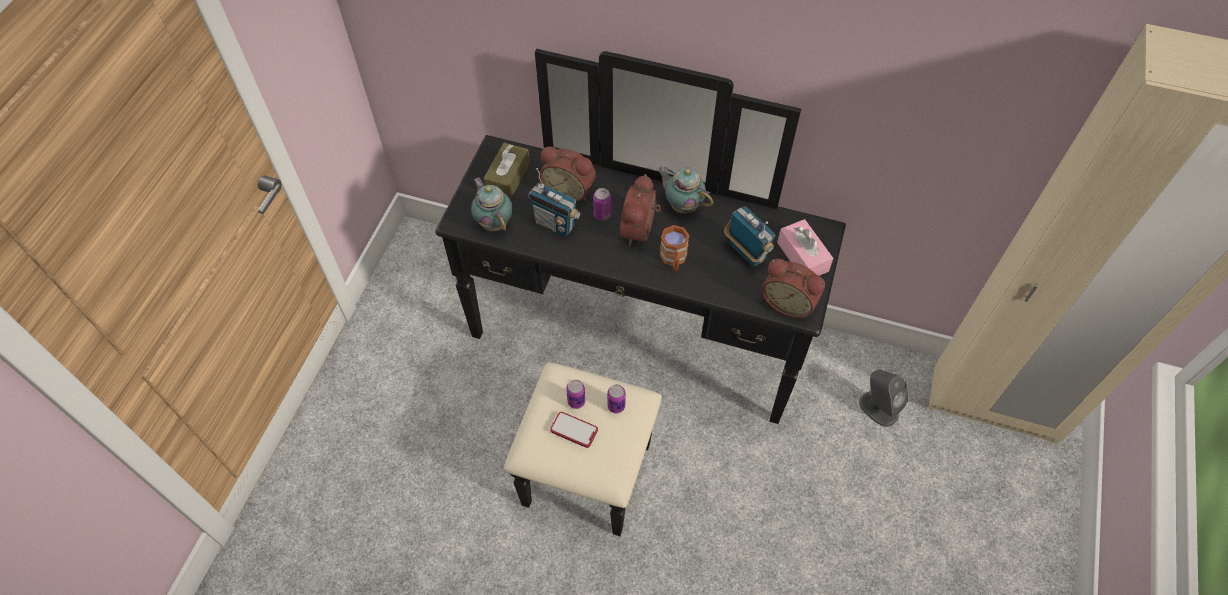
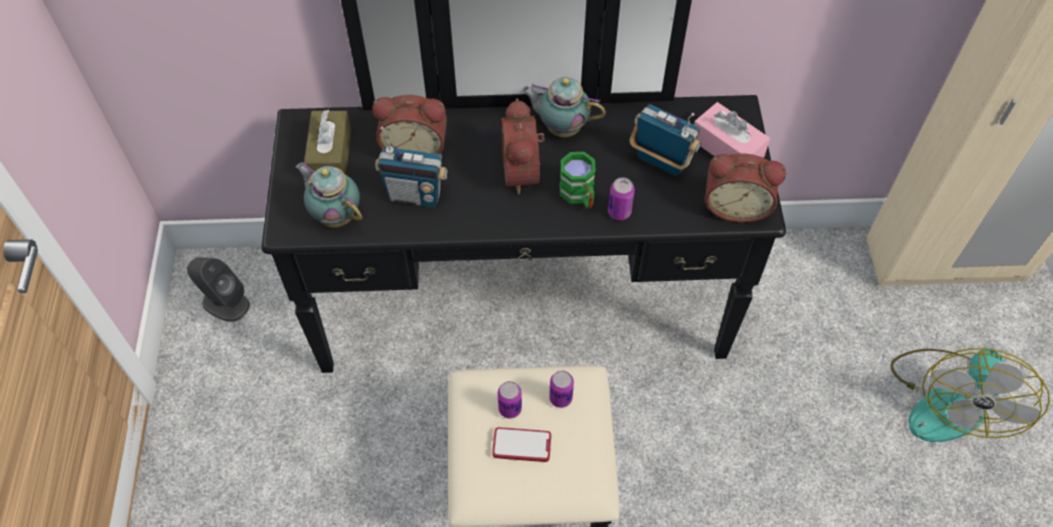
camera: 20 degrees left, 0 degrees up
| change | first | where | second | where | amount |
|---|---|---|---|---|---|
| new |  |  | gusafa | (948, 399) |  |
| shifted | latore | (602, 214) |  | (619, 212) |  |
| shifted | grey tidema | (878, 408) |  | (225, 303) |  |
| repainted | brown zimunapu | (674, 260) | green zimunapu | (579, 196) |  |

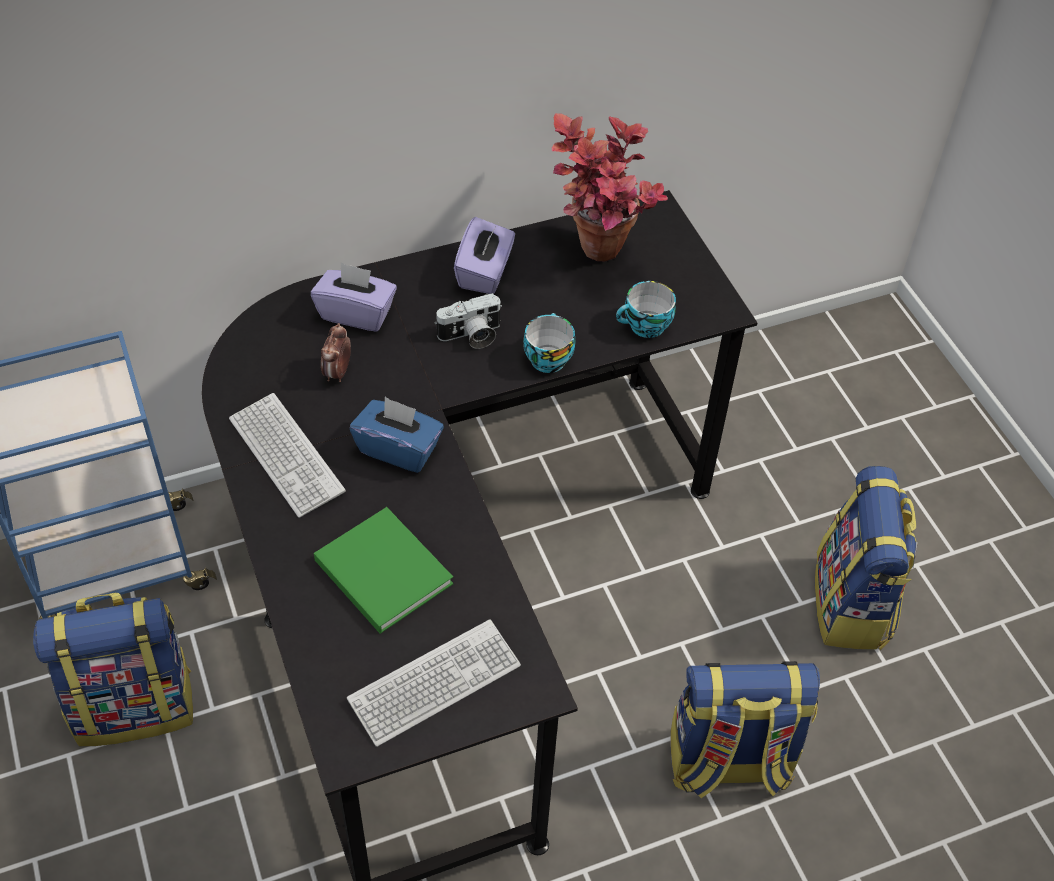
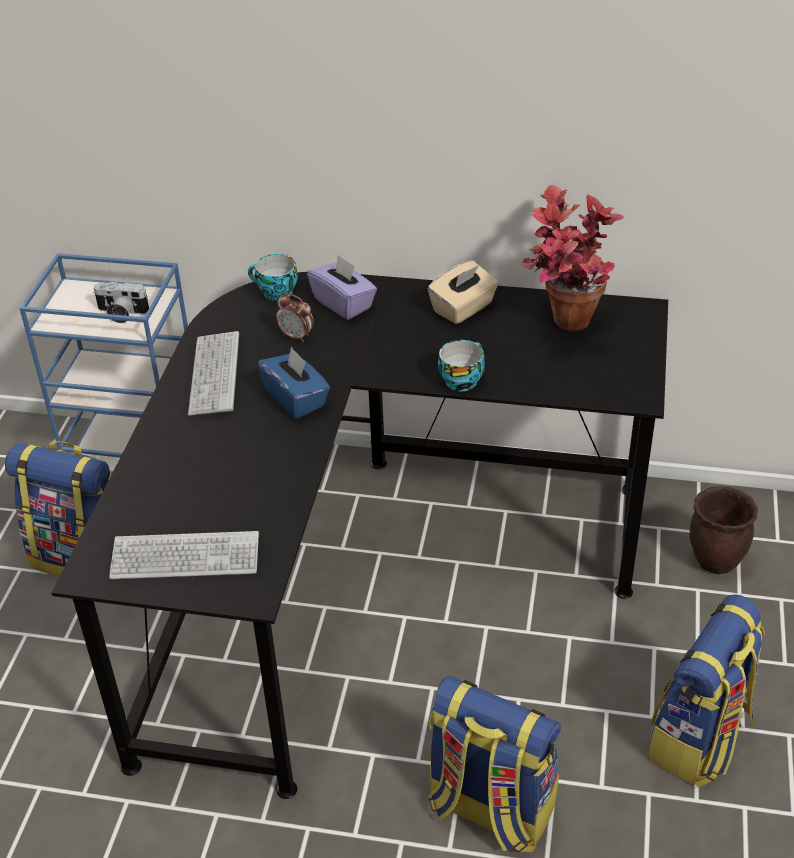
camera: 35 degrees right, 10 degrees down
| change | first | where | second | where | amount |
|---|---|---|---|---|---|
| gone | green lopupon | (381, 569) |  |  |  |
| new |  |  | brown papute | (716, 561) |  |
| shifted | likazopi | (471, 336) |  | (121, 313) |  |
| shifted | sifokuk | (645, 327) |  | (275, 293) |  |
| repainted | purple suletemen | (485, 273) | beige suletemen | (463, 308) |  |
| rotated | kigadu | (337, 373) |  | (296, 336) | 105 degrees counterclockwise |

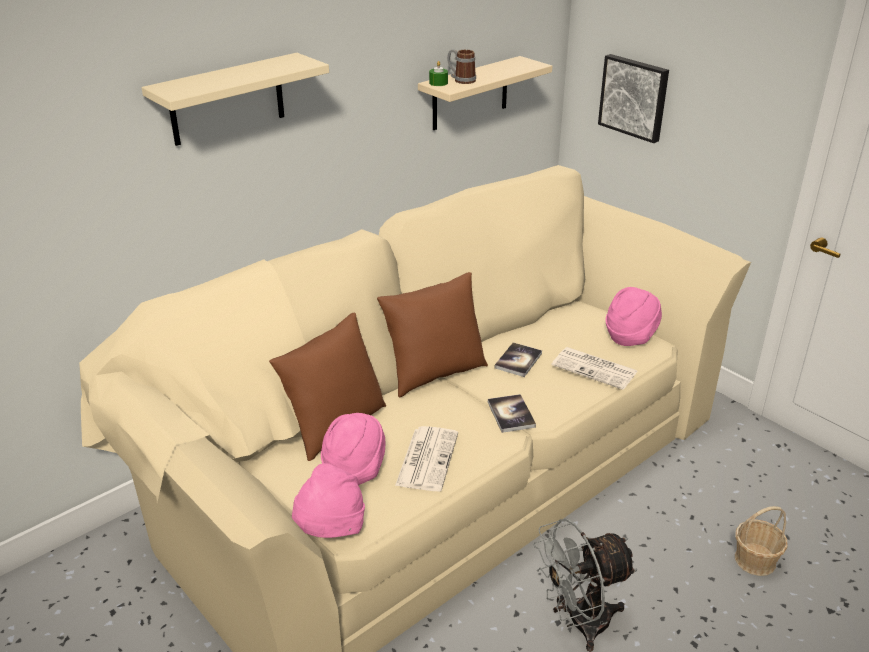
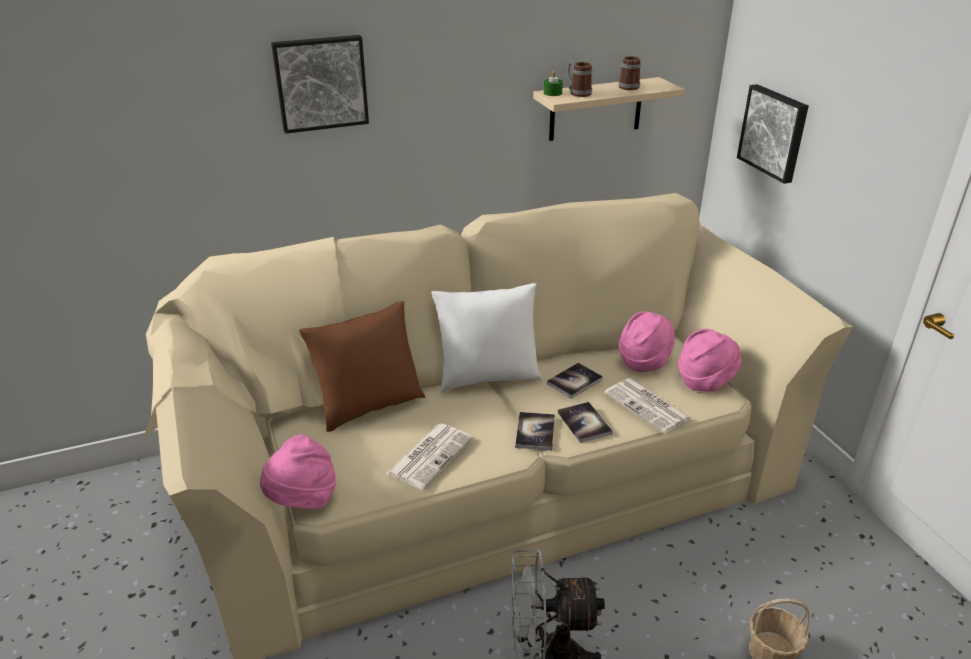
camera: 20 degrees right, 0 degrees up
| change | first | where | second | where | amount |
|---|---|---|---|---|---|
| new |  |  | lopupon | (584, 423) |  |
| new |  |  | zimunapu | (628, 86) |  |
| shifted | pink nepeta | (355, 469) |  | (644, 361) |  |
| swapped | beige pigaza | (227, 100) | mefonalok | (320, 83) |  |
| repainted | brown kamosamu | (434, 374) | white kamosamu | (487, 377) |  |

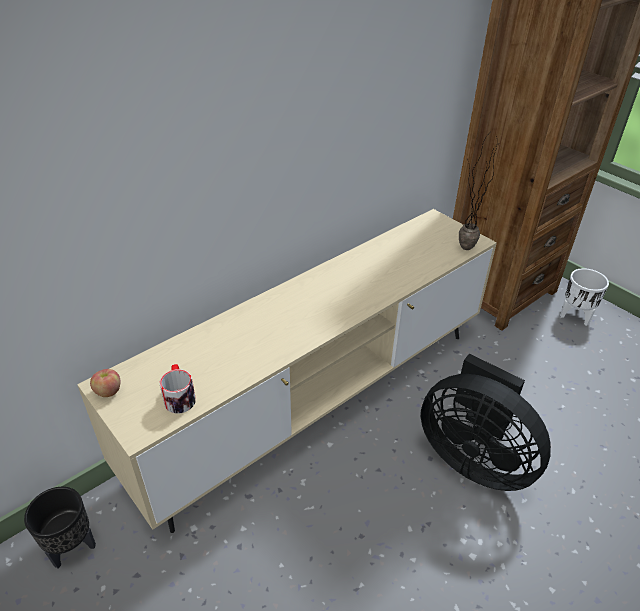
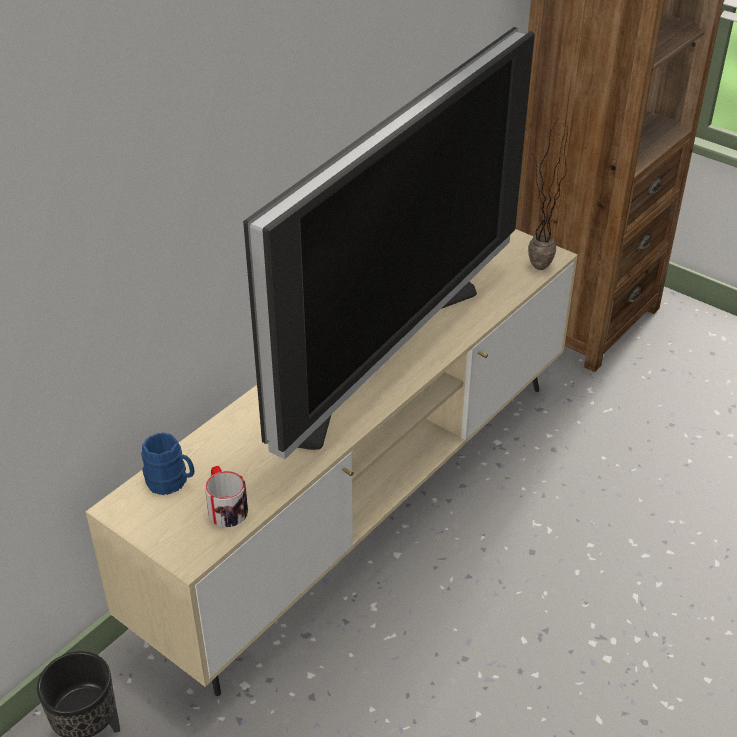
camera: 10 degrees left, 0 degrees up
| change | first | where | second | where | amount |
|---|---|---|---|---|---|
| gone | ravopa | (108, 391) |  |  |  |
| gone | black gusafa | (474, 458) |  |  |  |
| gone | white papute | (575, 316) |  |  |  |
| new |  |  | blue zimunapu | (171, 482) |  |
| new |  |  | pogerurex | (381, 355) |  |

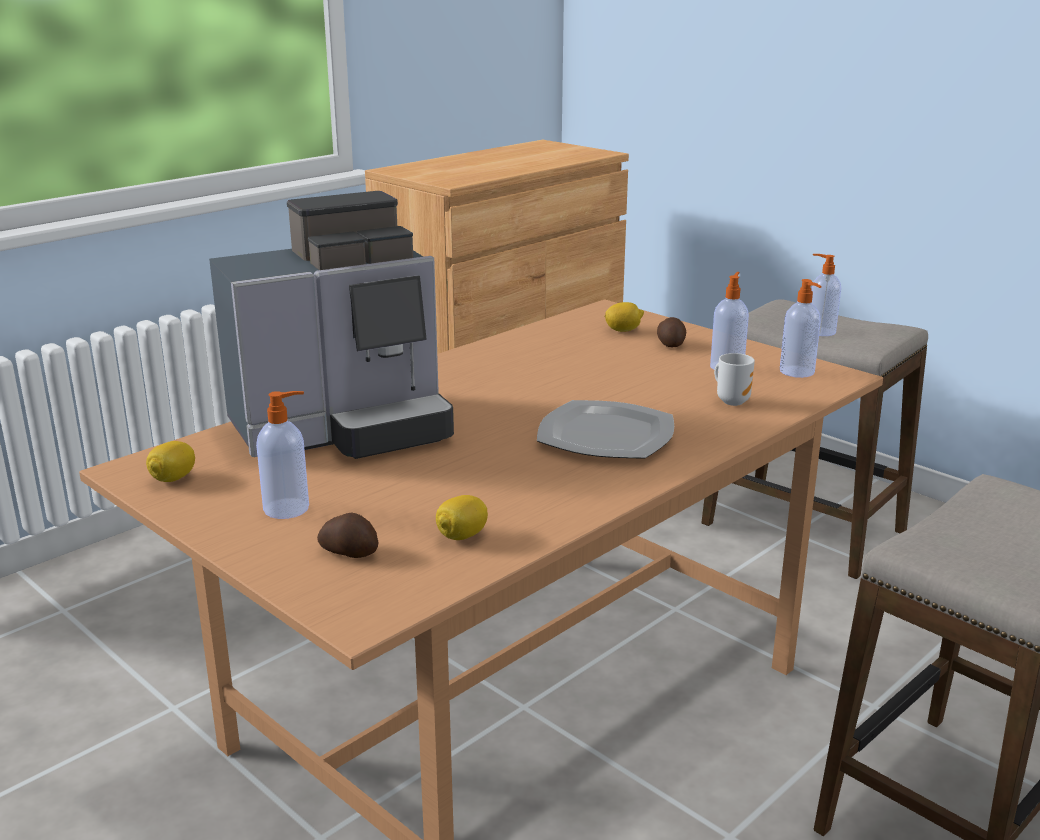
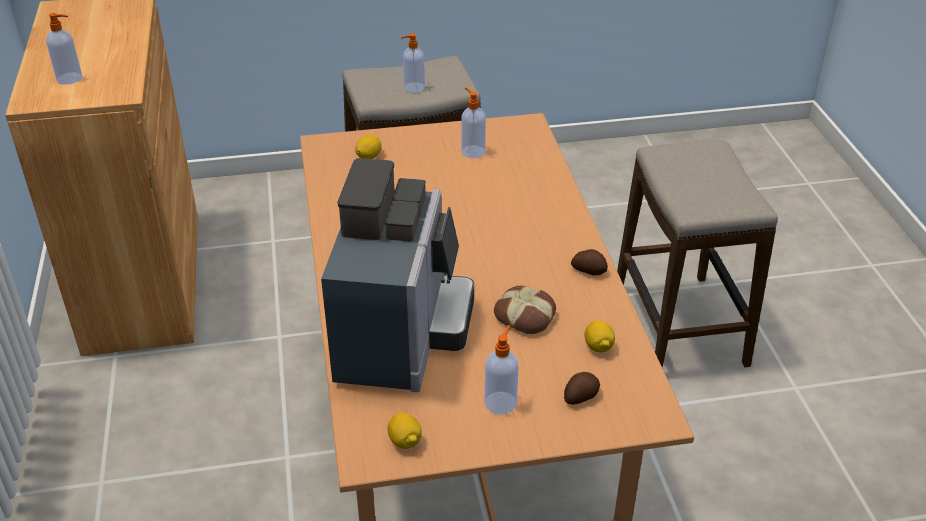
camera: 55 degrees left, 15 degrees up
| change | first | where | second | where | amount |
|---|---|---|---|---|---|
| gone | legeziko | (604, 435) |  |  |  |
| gone | zimunapu | (732, 401) |  |  |  |
| new |  |  | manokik | (526, 315) |  |
| shifted | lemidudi | (670, 344) |  | (589, 270) |  |
| shifted | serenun | (797, 372) |  | (70, 78) |  |

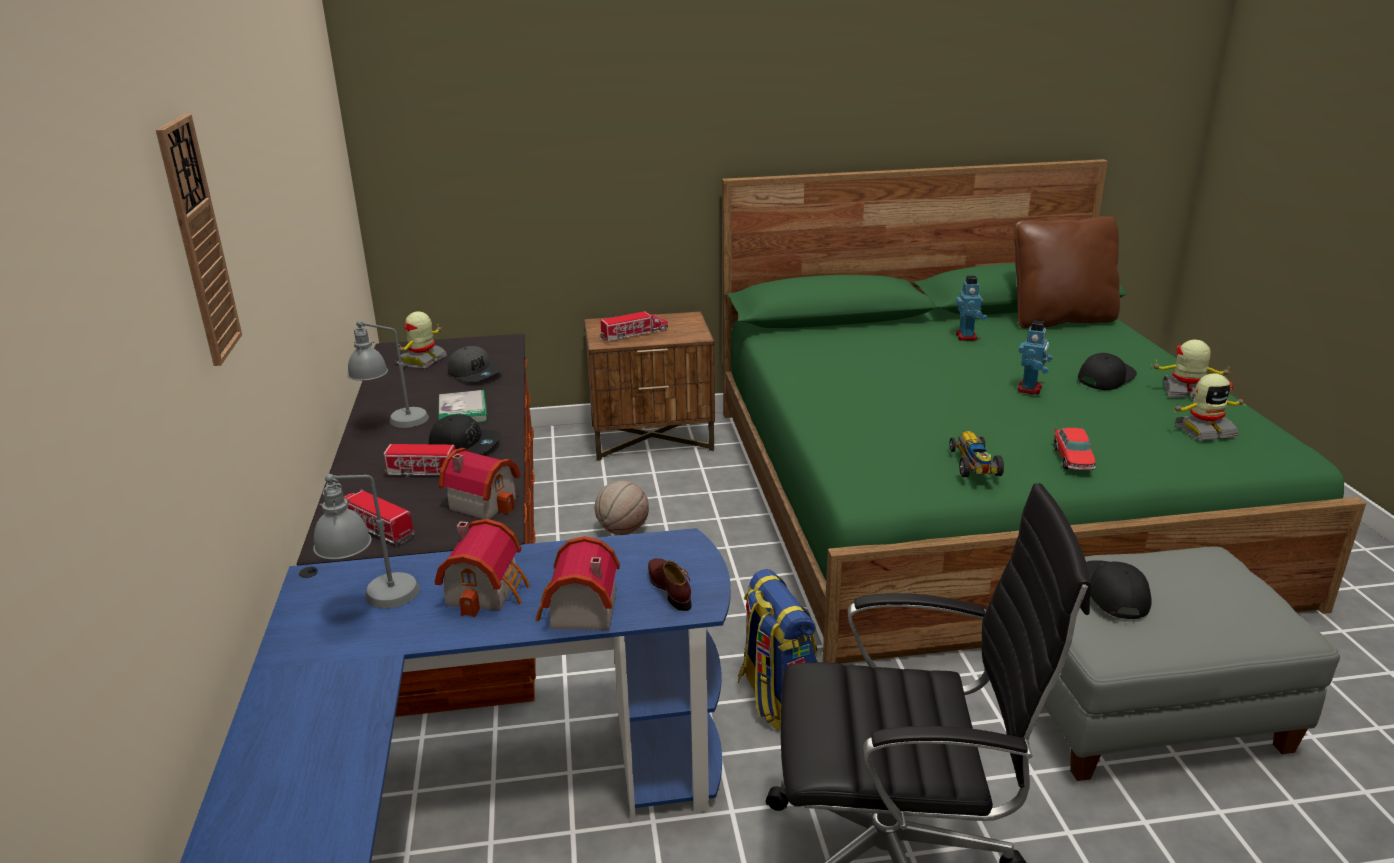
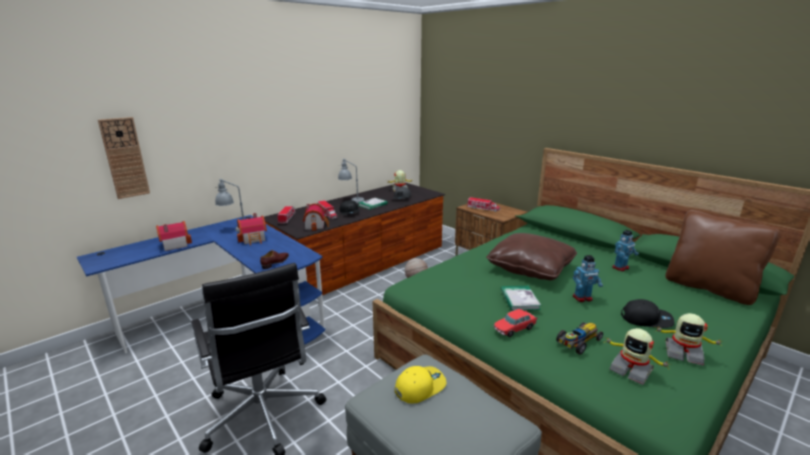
camera: 55 degrees right, 5 degrees down
| change | first | where | second | where | amount |
|---|---|---|---|---|---|
| gone | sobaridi | (776, 698) |  |  |  |
| new |  |  | brown kamosamu | (530, 268) |  |
| new |  |  | lopupon | (519, 299) |  |
| shifted | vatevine | (198, 241) |  | (124, 158) |  |
| shifted | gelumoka | (578, 613) |  | (174, 244) |  |
| shifted | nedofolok | (974, 465) |  | (578, 342) |  |
| repainted | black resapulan | (1112, 593) | yellow resapulan | (420, 386) |  |
| rotated | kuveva | (1185, 392) |  | (683, 353) | 135 degrees clockwise |

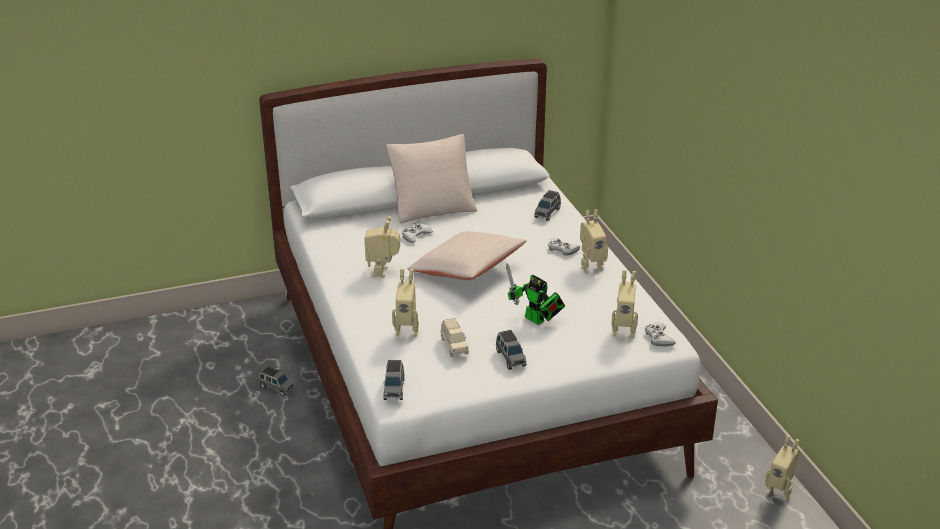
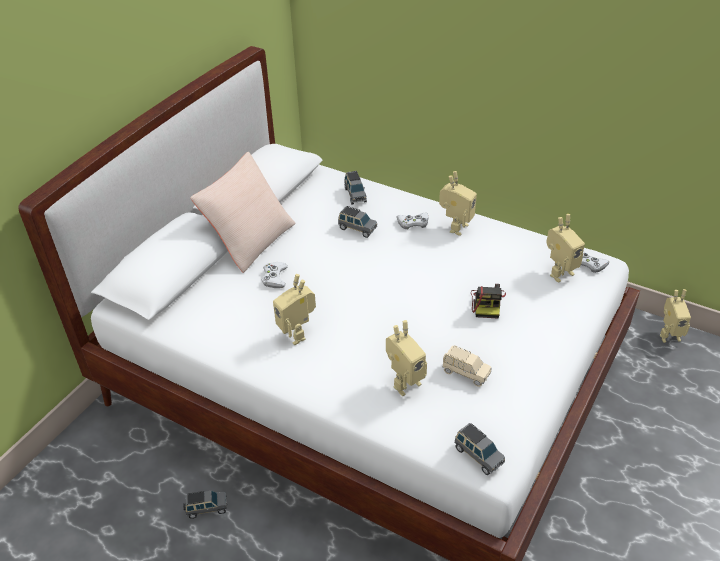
camera: 40 degrees left, 10 degrees up
| change | first | where | second | where | amount |
|---|---|---|---|---|---|
| gone | beige kamosamu | (467, 270) |  |  |  |
| shifted | grey nedofolok | (510, 358) |  | (357, 229) |  |
| swapped | kuveva | (536, 320) | likazopi | (487, 303) |  |

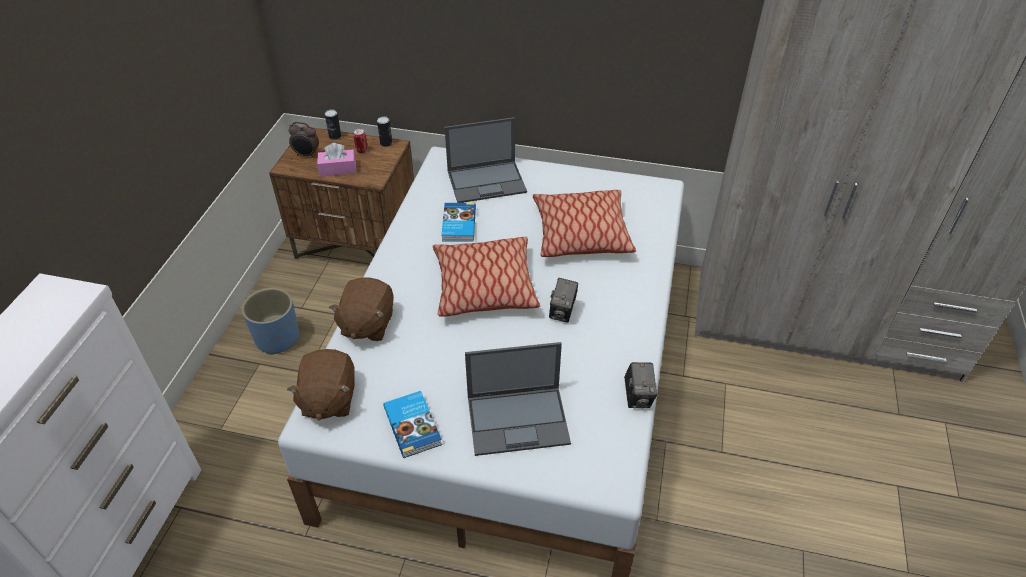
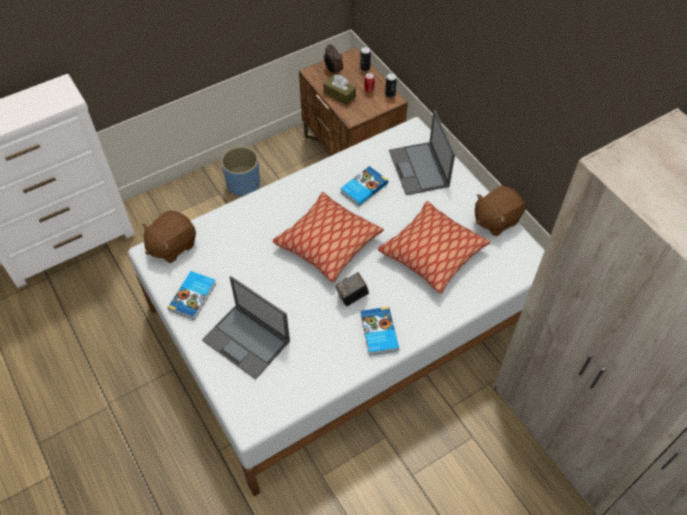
camera: 45 degrees right, 10 degrees up
| change | first | where | second | where | amount |
|---|---|---|---|---|---|
| gone | likazopi | (638, 397) |  |  |  |
| new |  |  | lopupon | (378, 333) |  |
| shifted | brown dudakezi | (367, 324) |  | (495, 220) |  |
| repainted | pink suletemen | (338, 169) | brown suletemen | (339, 95) |  |
| rotated | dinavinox | (487, 181) |  | (419, 169) | 45 degrees clockwise |

